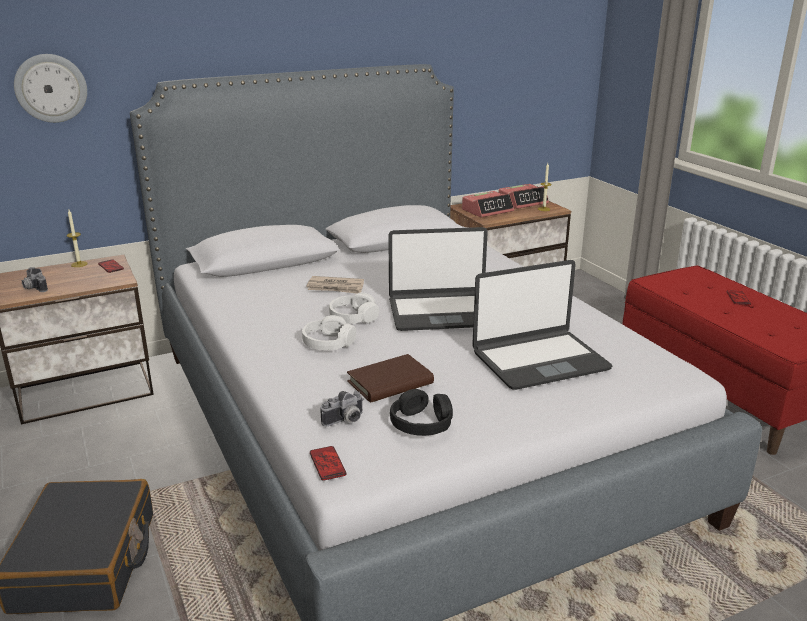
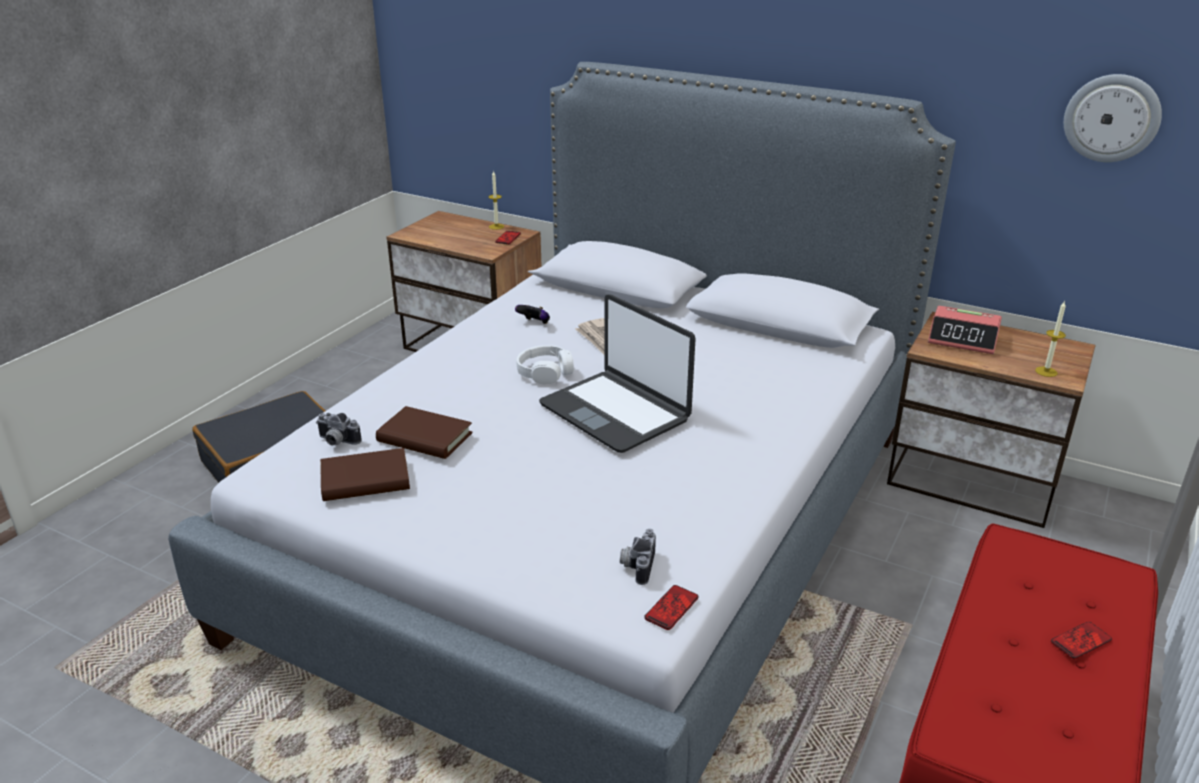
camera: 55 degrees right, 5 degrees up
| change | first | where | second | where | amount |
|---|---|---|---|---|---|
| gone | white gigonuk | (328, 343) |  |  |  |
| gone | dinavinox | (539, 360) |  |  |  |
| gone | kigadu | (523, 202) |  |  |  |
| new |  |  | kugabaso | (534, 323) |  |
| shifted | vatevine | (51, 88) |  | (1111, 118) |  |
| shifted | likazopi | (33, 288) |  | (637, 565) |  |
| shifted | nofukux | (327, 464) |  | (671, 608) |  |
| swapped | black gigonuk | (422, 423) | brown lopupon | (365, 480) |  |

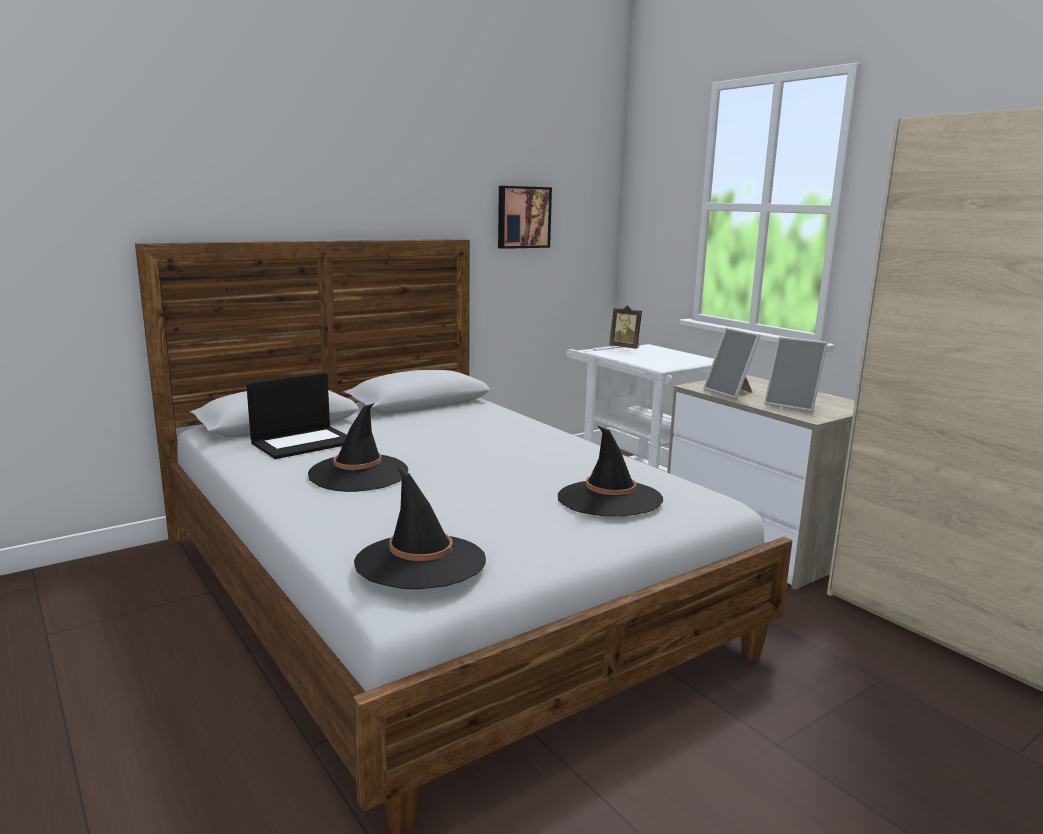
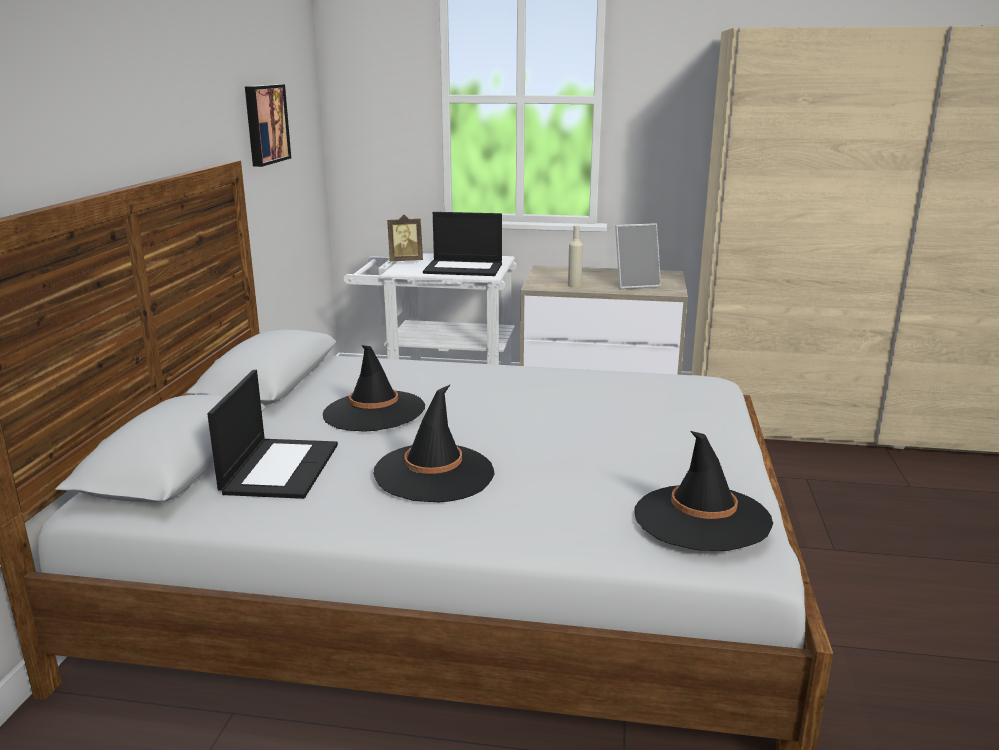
camera: 45 degrees left, 5 degrees up
| change | first | where | second | where | amount |
|---|---|---|---|---|---|
| new |  |  | dinavinox | (464, 268) |  |
| shifted | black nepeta | (609, 499) |  | (374, 412) |  |
| swapped | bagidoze | (731, 393) | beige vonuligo | (574, 285) |  |

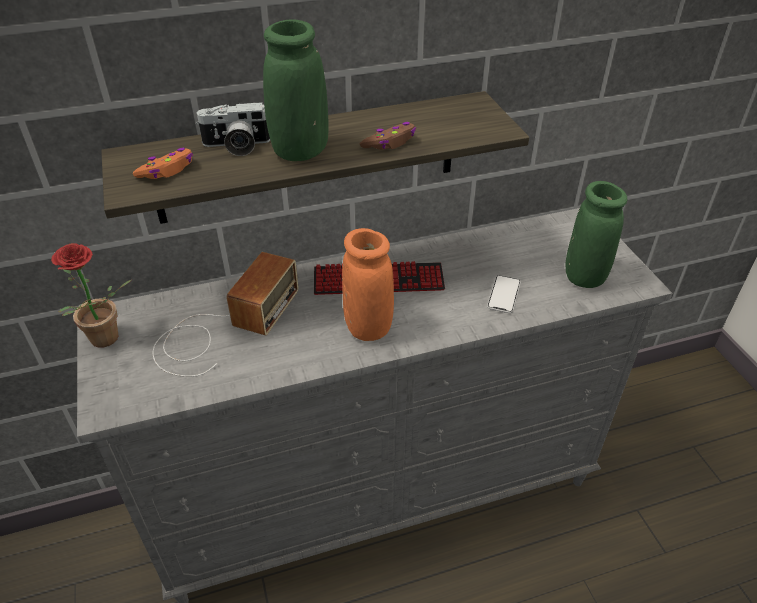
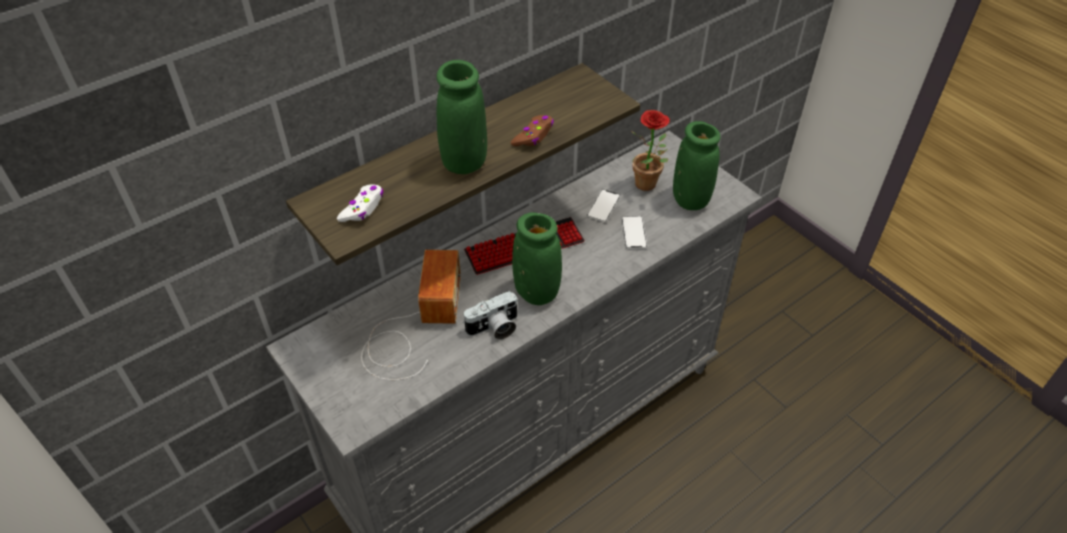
camera: 20 degrees left, 5 degrees up
| change | first | where | second | where | amount |
|---|---|---|---|---|---|
| new |  |  | nofukux | (603, 206) |  |
| shifted | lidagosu | (105, 342) |  | (648, 186) |  |
| shifted | likazopi | (236, 146) |  | (494, 328) |  |
| repainted | orange kugabaso | (167, 171) | white kugabaso | (363, 208) |  |
| repainted | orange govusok | (368, 327) | green govusok | (536, 292) |  |

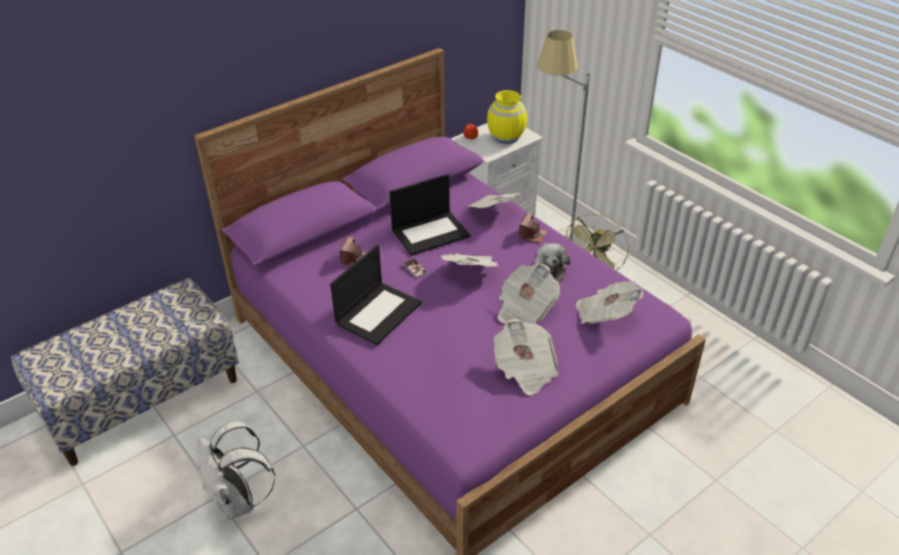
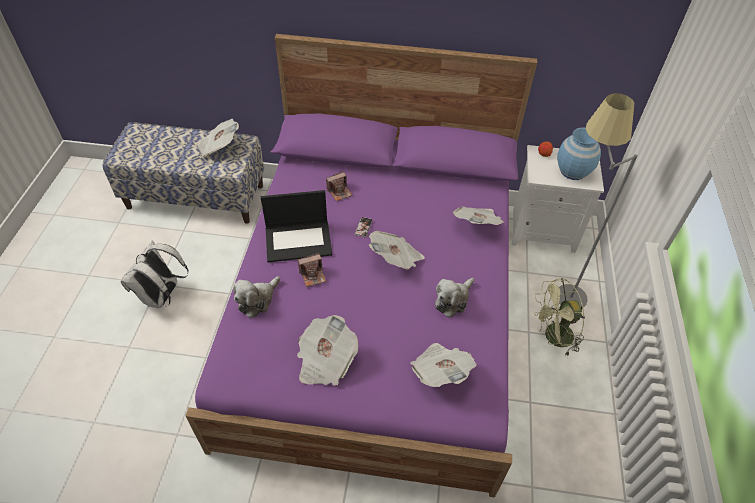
camera: 45 degrees right, 10 degrees up
| change | first | where | second | where | amount |
|---|---|---|---|---|---|
| gone | dinavinox | (430, 232) |  |  |  |
| new |  |  | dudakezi | (257, 300) |  |
| shifted | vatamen | (525, 308) |  | (219, 146) |  |
| shifted | likazopi | (532, 235) |  | (313, 275) |  |
| repainted | yellow govusok | (506, 137) | blue govusok | (573, 171) |  |

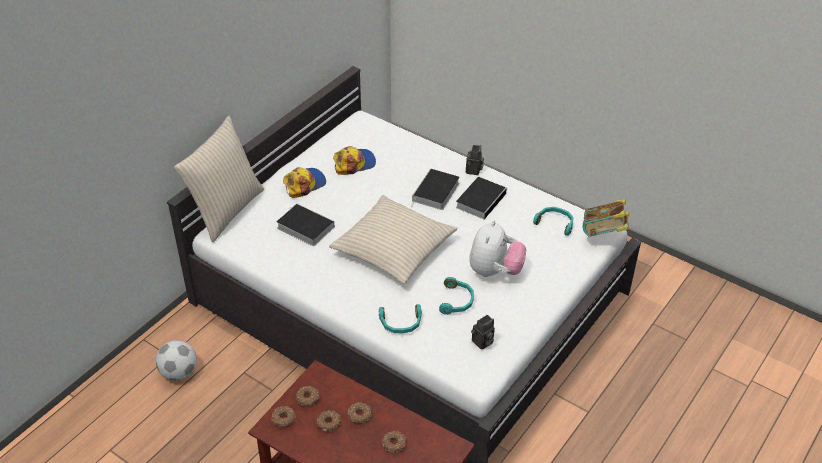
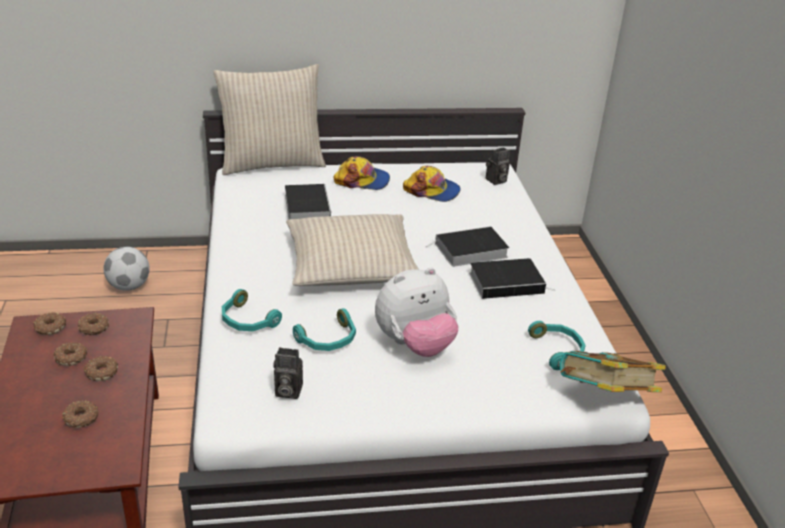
camera: 45 degrees right, 10 degrees down
| change | first | where | second | where | amount |
|---|---|---|---|---|---|
| shifted | likazopi | (474, 171) |  | (496, 181) |  |

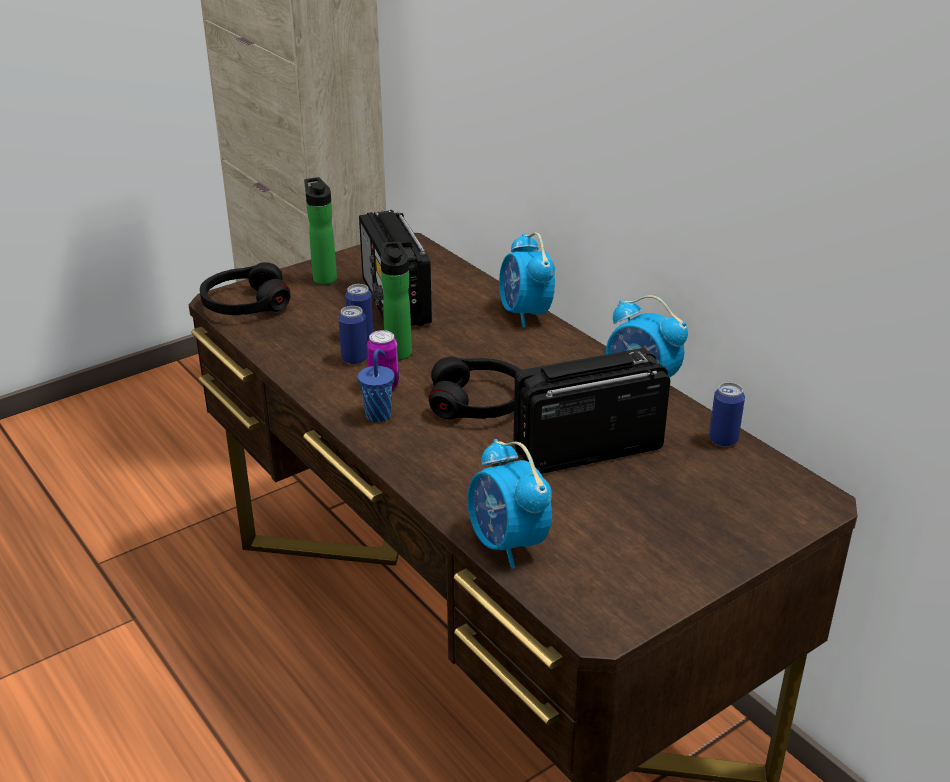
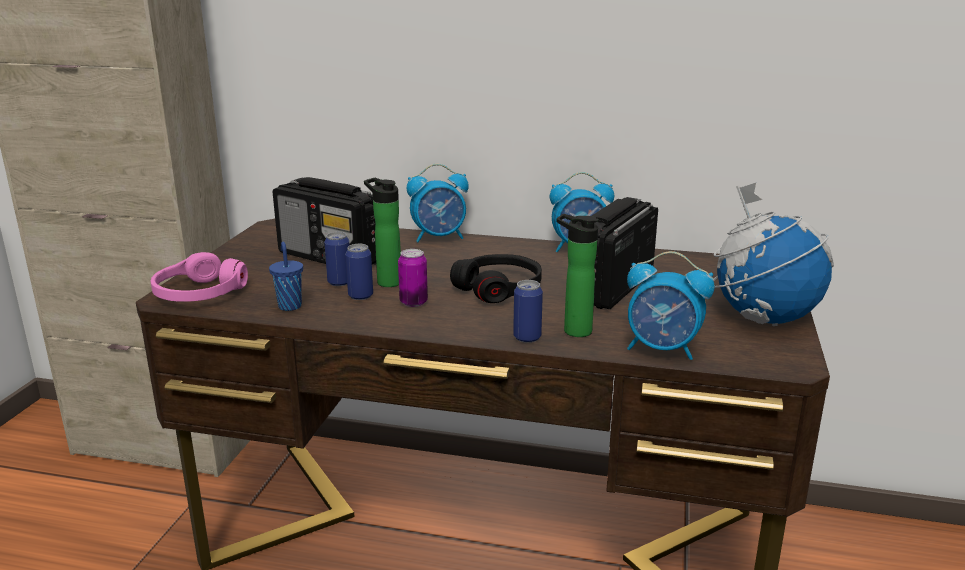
camera: 40 degrees left, 10 degrees down
| change | first | where | second | where | amount |
|---|---|---|---|---|---|
| new |  |  | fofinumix | (763, 318) |  |
| shifted | vonuligo | (323, 278) |  | (573, 330) |  |
| shifted | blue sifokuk | (379, 414) |  | (289, 306) |  |
| shifted | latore | (723, 440) |  | (527, 337) |  |
| repainted | black gigonuk | (245, 304) | pink gigonuk | (199, 294) |  |
| rotated | kigadu | (525, 314) |  | (439, 237) | 45 degrees counterclockwise |

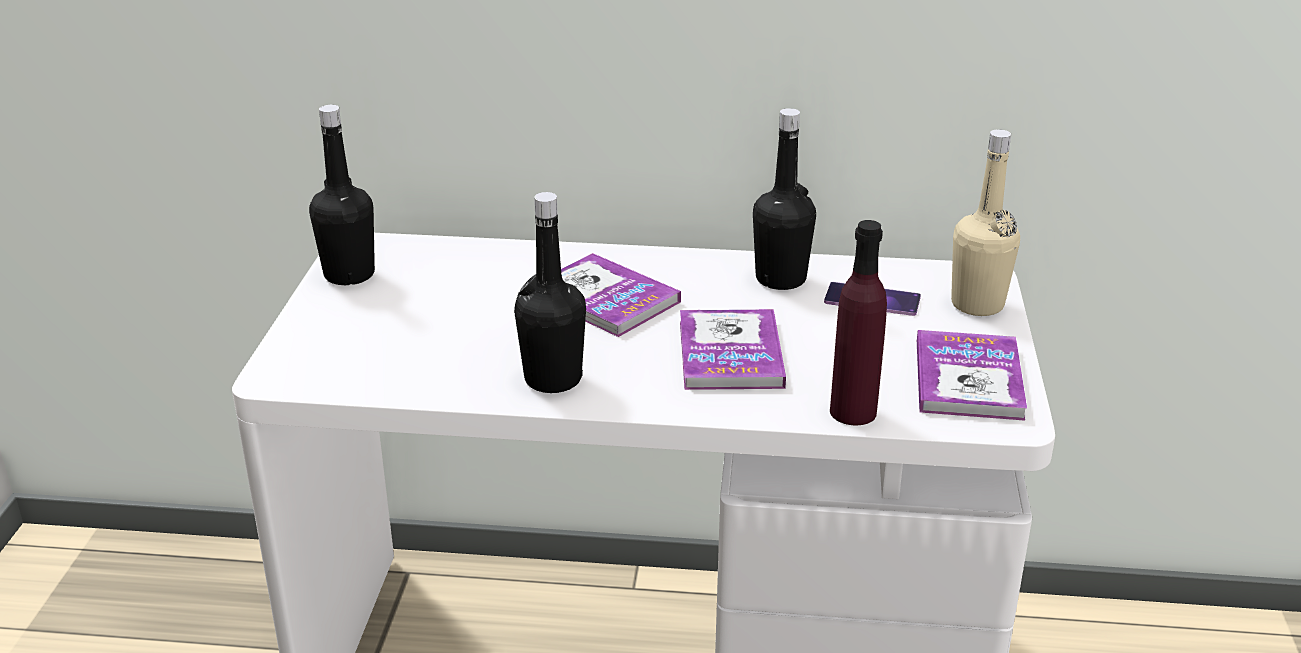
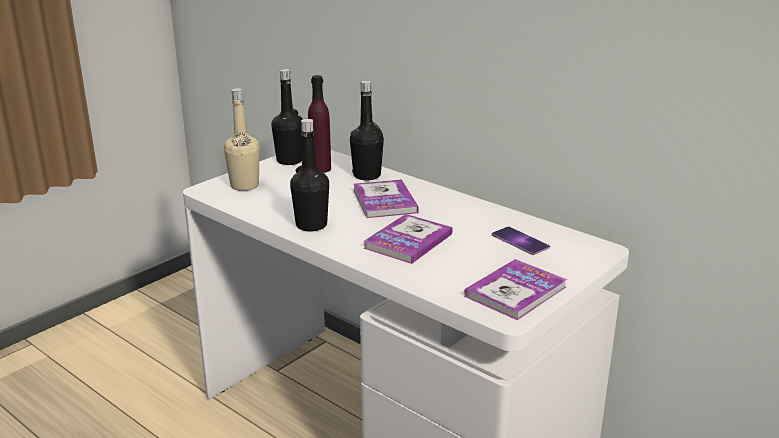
camera: 35 degrees right, 5 degrees down
| change | first | where | second | where | amount |
|---|---|---|---|---|---|
| shifted | black vonuligo | (780, 279) |  | (367, 175) |  |
| shifted | purple vonuligo | (853, 412) |  | (320, 169) |  |
| shifted | beige vonuligo | (977, 304) |  | (244, 186) |  |

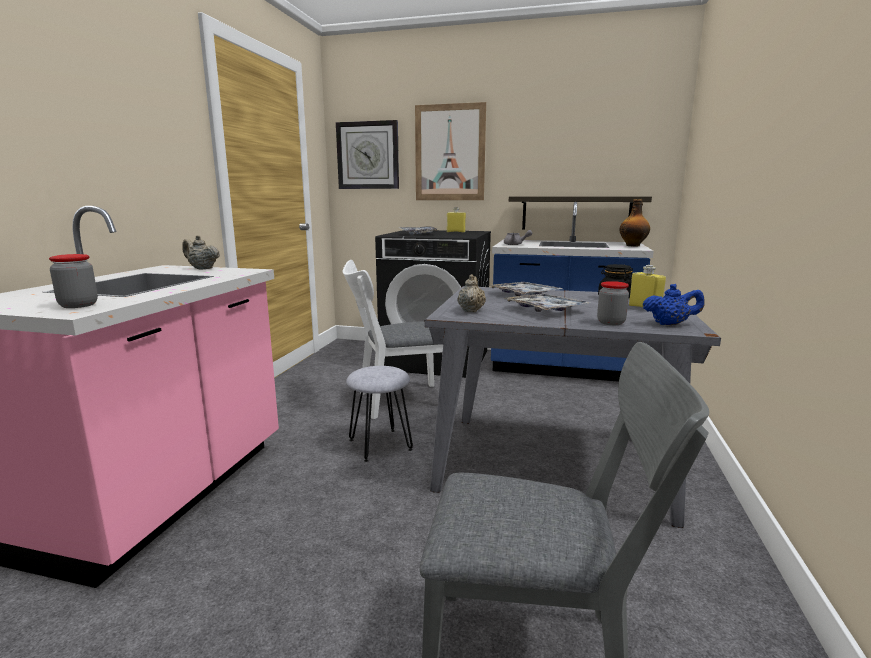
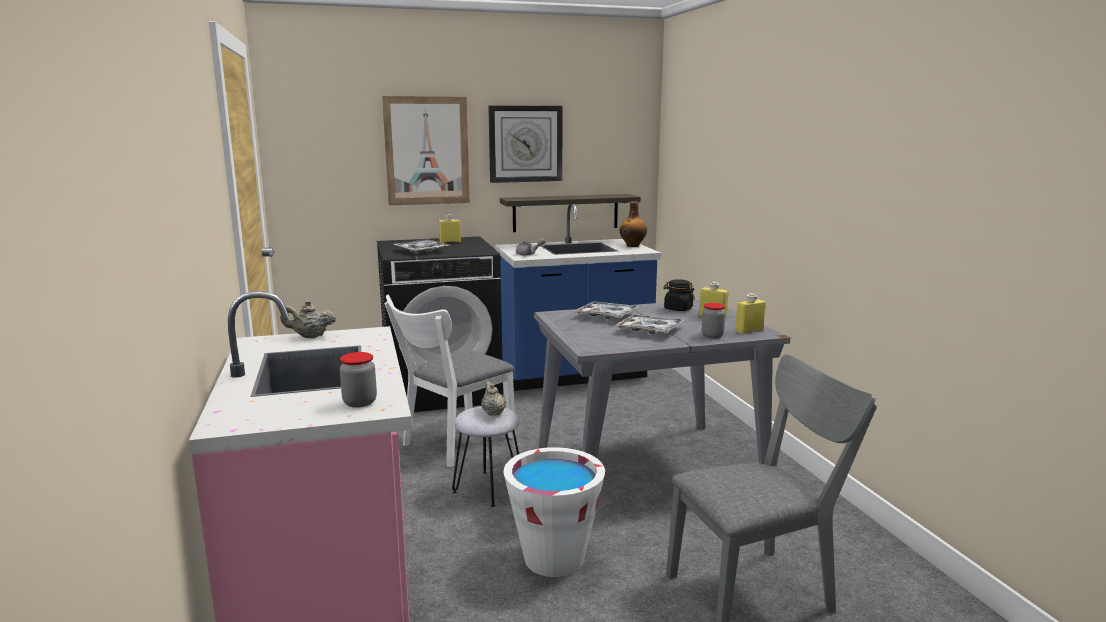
camera: 30 degrees left, 0 degrees up
| change | first | where | second | where | amount |
|---|---|---|---|---|---|
| new |  |  | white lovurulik | (554, 559) |  |
| shifted | vatevine | (368, 155) |  | (525, 144) |  |
| shifted | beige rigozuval | (471, 310) |  | (493, 413) |  |
| swapped | blue rigozuval | (670, 324) | yellow vonuligo | (749, 330) |  |

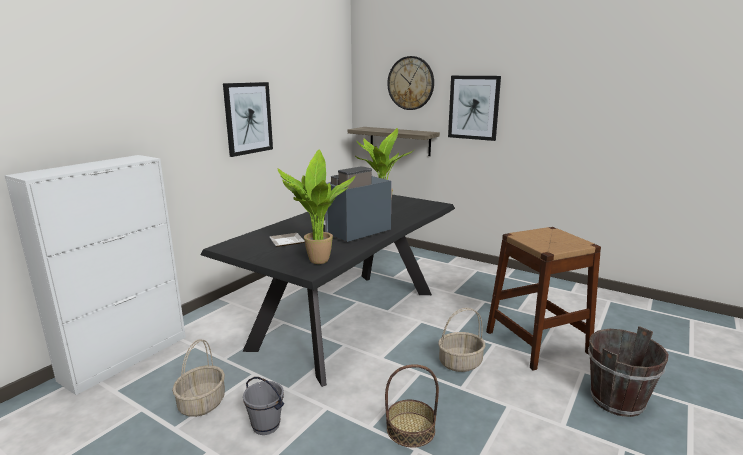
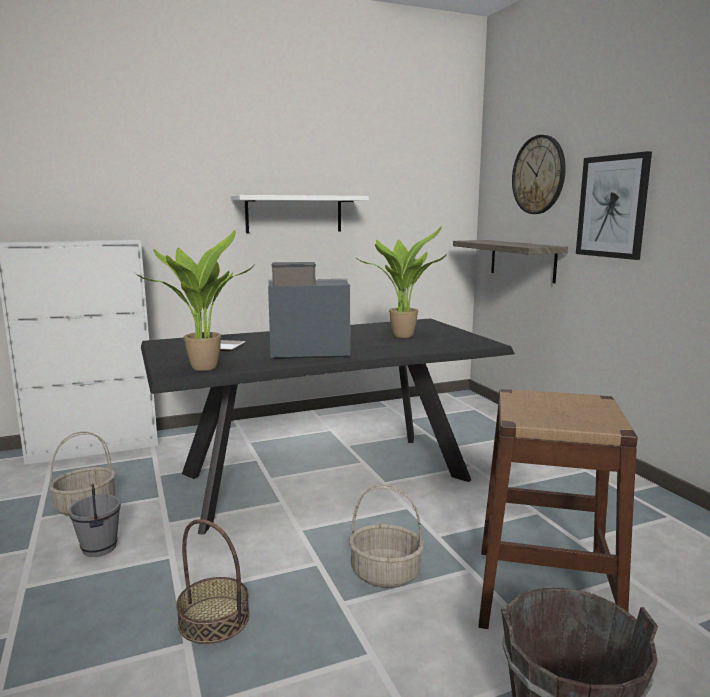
camera: 35 degrees right, 5 degrees down
| change | first | where | second | where | amount |
|---|---|---|---|---|---|
| swapped | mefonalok | (248, 118) | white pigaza | (294, 214) |  |

